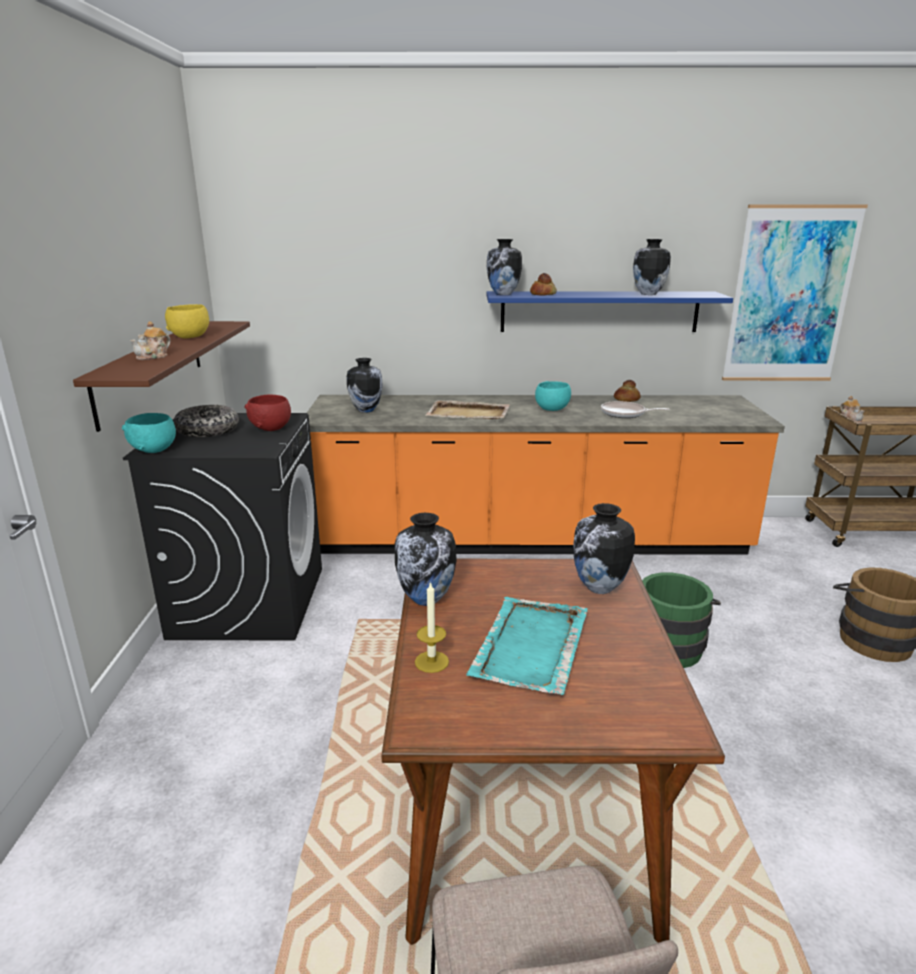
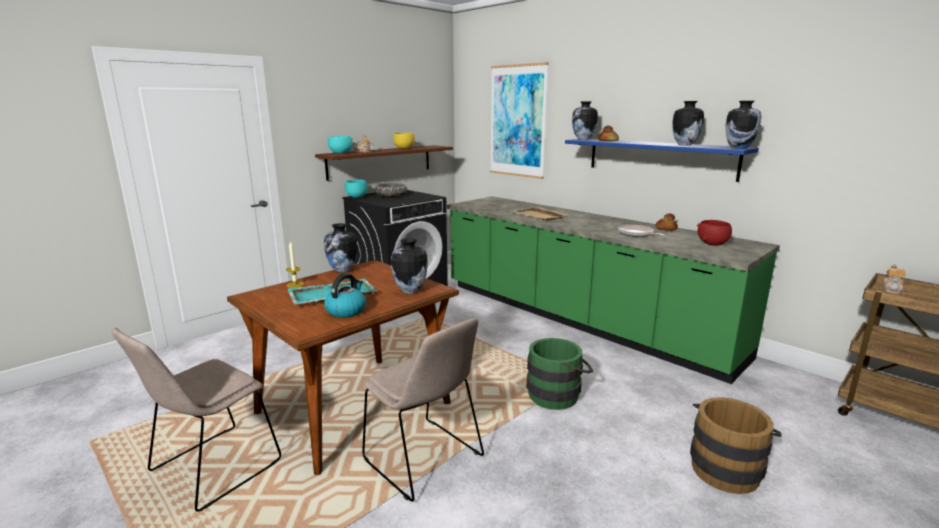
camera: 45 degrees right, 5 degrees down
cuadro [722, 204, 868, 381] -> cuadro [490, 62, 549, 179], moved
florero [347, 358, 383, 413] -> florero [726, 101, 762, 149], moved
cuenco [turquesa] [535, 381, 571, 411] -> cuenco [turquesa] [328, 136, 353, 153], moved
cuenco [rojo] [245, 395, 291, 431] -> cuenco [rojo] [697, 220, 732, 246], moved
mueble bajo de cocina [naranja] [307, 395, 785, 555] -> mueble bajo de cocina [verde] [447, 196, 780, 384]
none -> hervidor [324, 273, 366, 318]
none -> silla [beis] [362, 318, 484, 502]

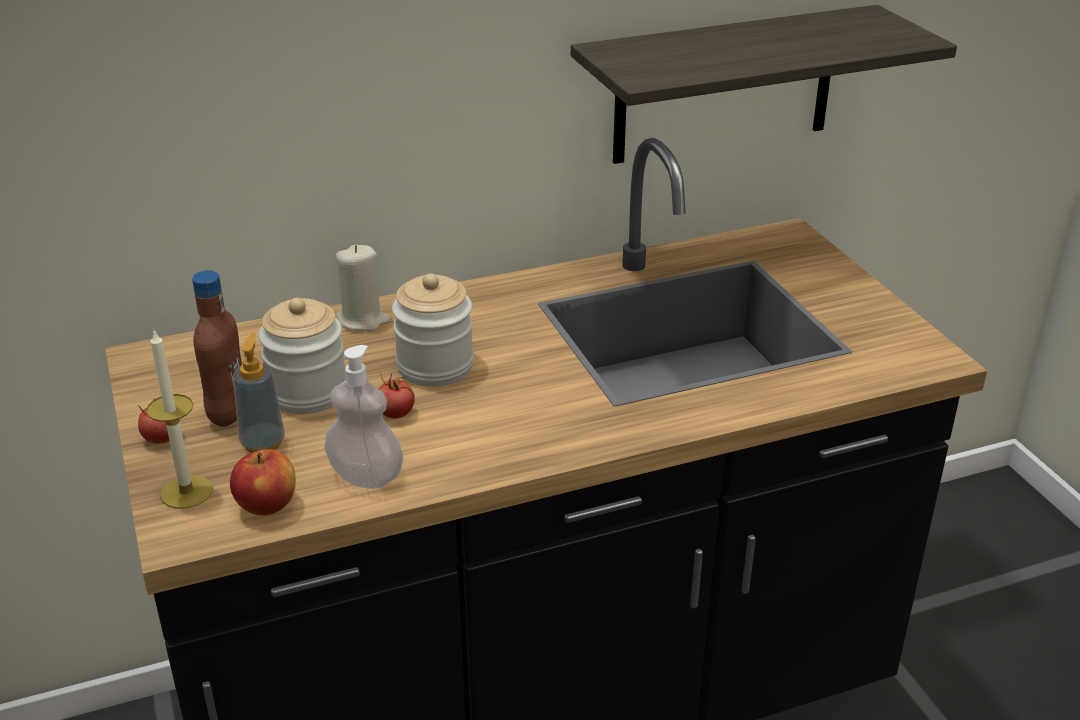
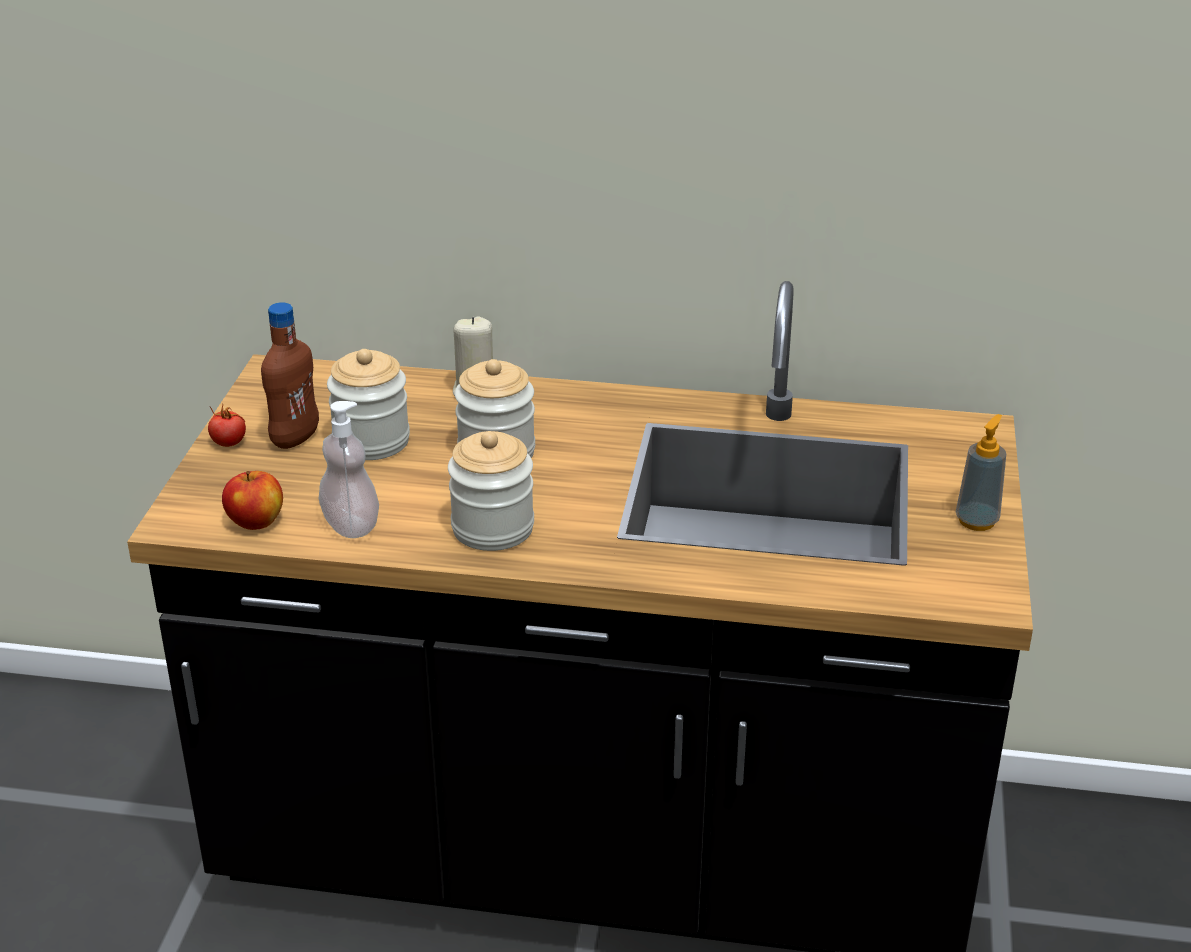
camera: 30 degrees right, 0 degrees up
estante [571, 5, 957, 164] -> none
vela [146, 329, 213, 509] -> none
dispensador de jabón [233, 333, 285, 453] -> dispensador de jabón [956, 414, 1006, 531], moved
tomate [378, 373, 415, 418] -> none
none -> tarro [448, 431, 534, 551]

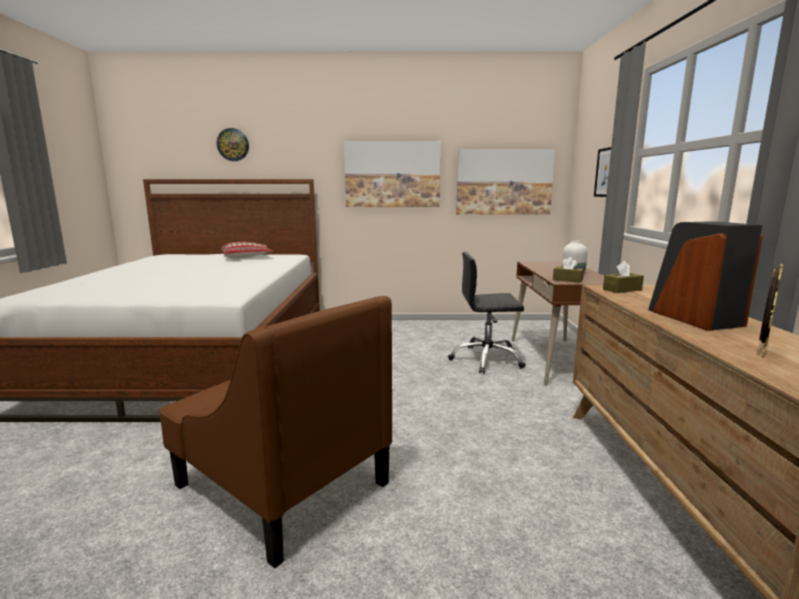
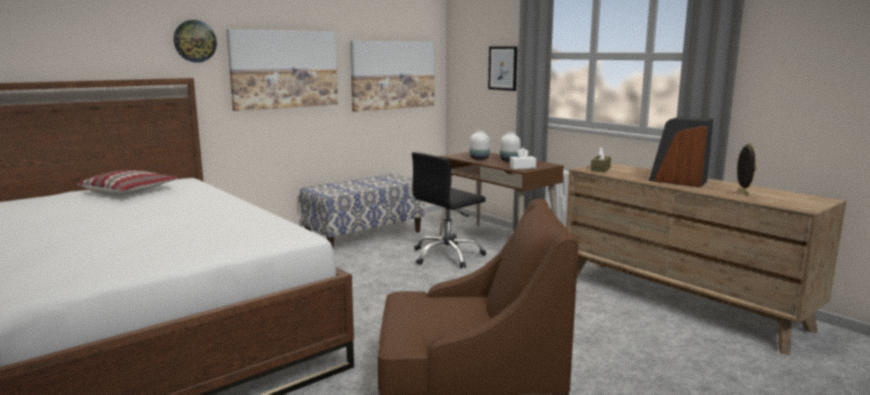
camera: 40 degrees left, 0 degrees up
reloj de pared [217, 128, 249, 161] -> reloj de pared [174, 20, 217, 62], moved
caja de pañuelos [marrón] [553, 257, 584, 283] -> caja de pañuelos [blanco] [510, 148, 536, 169]
none -> florero [blanco] [470, 130, 490, 160]
none -> banco [300, 174, 425, 250]

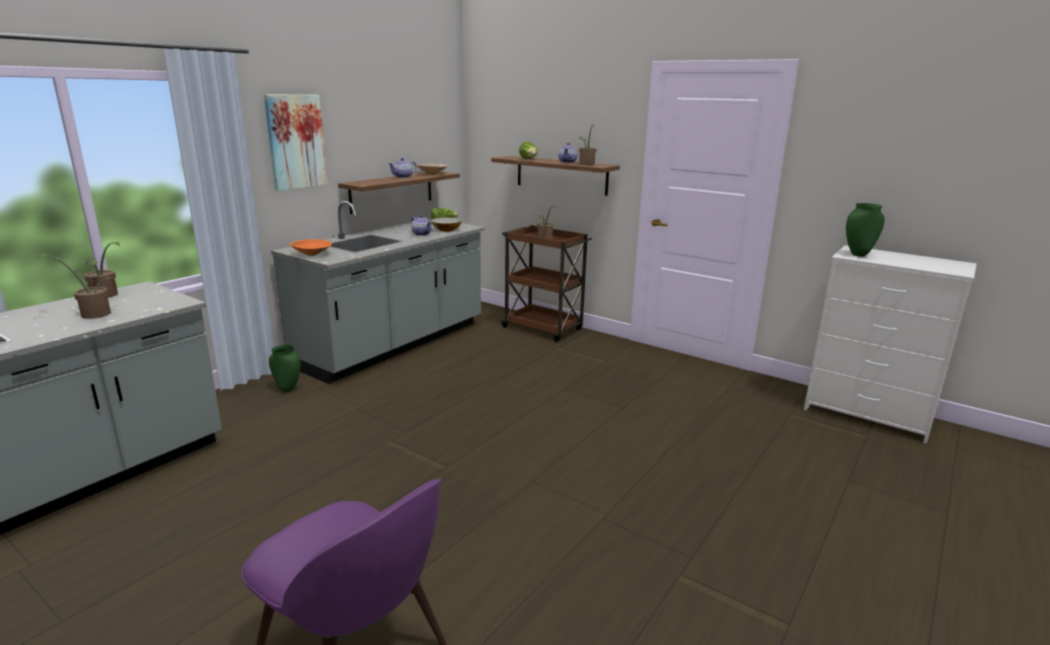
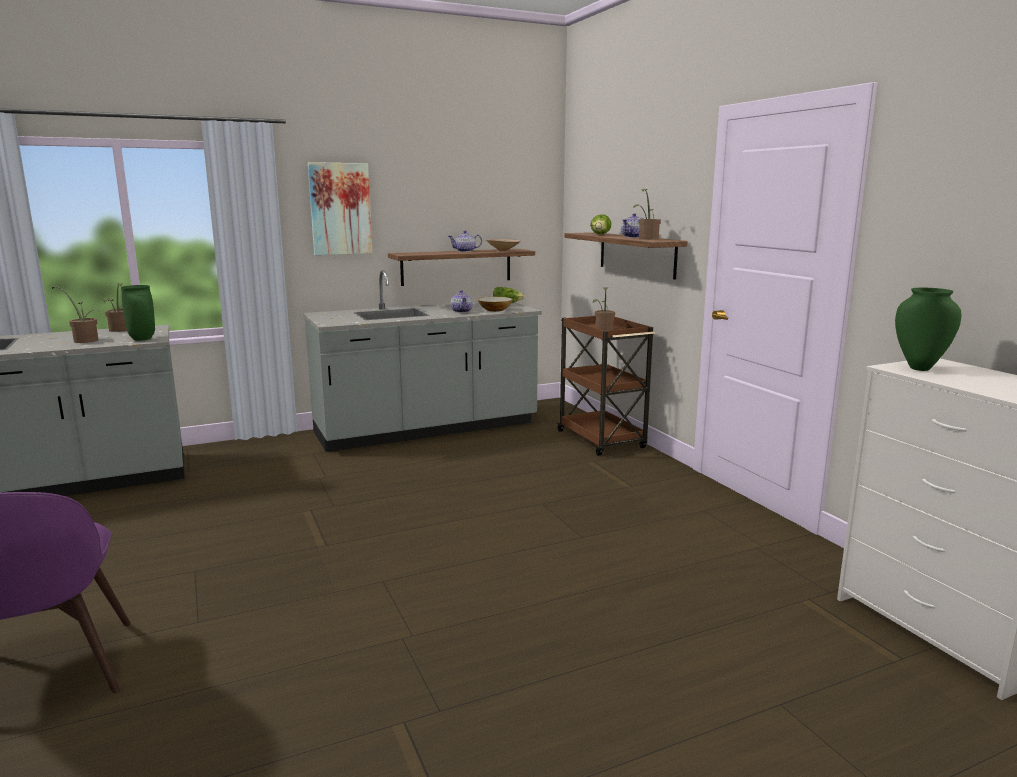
camera: 30 degrees right, 5 degrees down
cuenco [naranja] [290, 239, 332, 256] -> none
florero [verde] [269, 345, 301, 392] -> florero [verde] [121, 285, 155, 341], moved

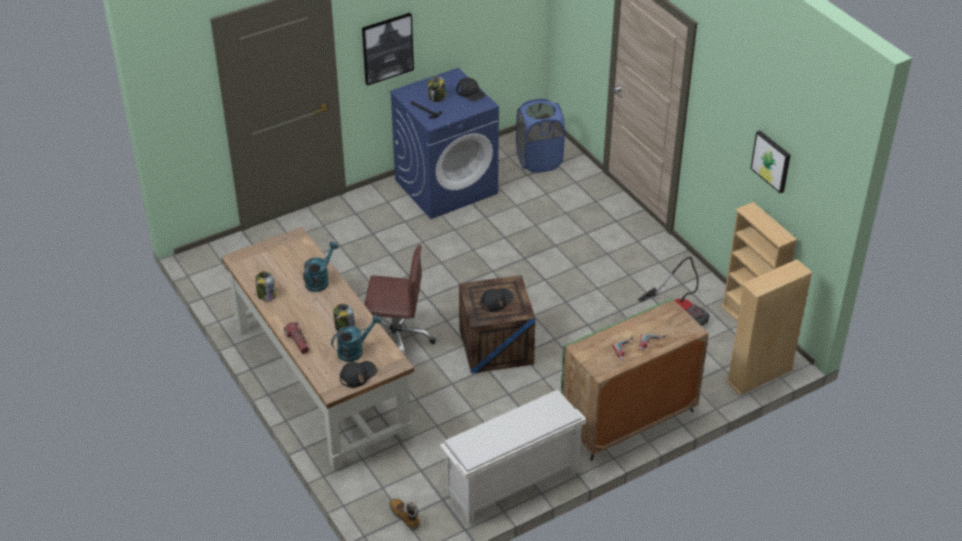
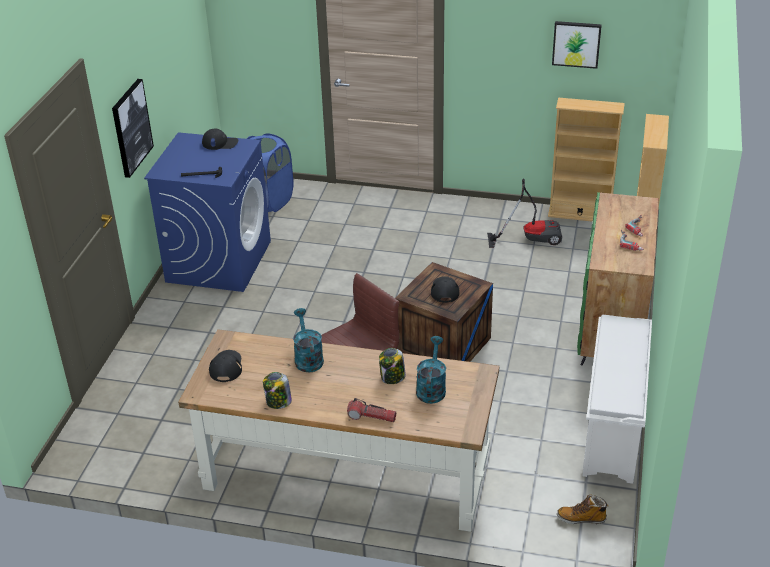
camera: 45 degrees left, 5 degrees down
tarro [428, 76, 446, 102] -> none
gorra [negro] [340, 361, 377, 388] -> gorra [negro] [209, 350, 242, 382], moved

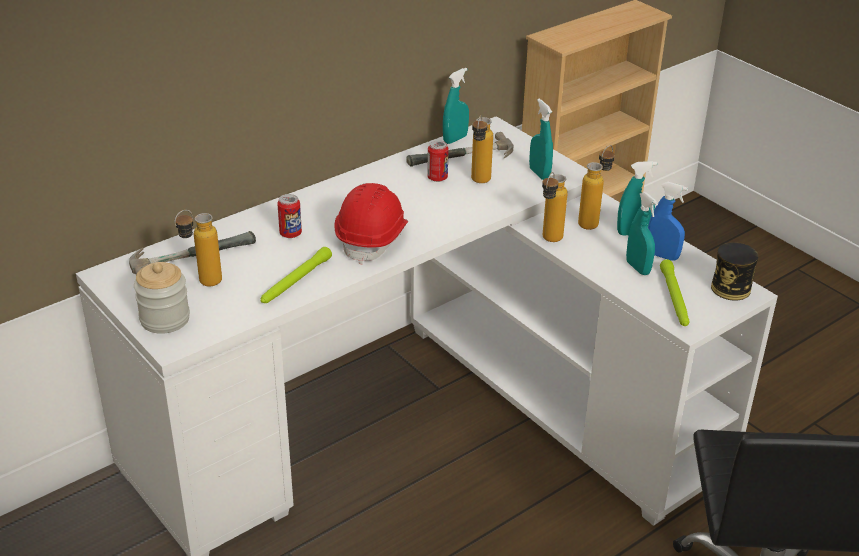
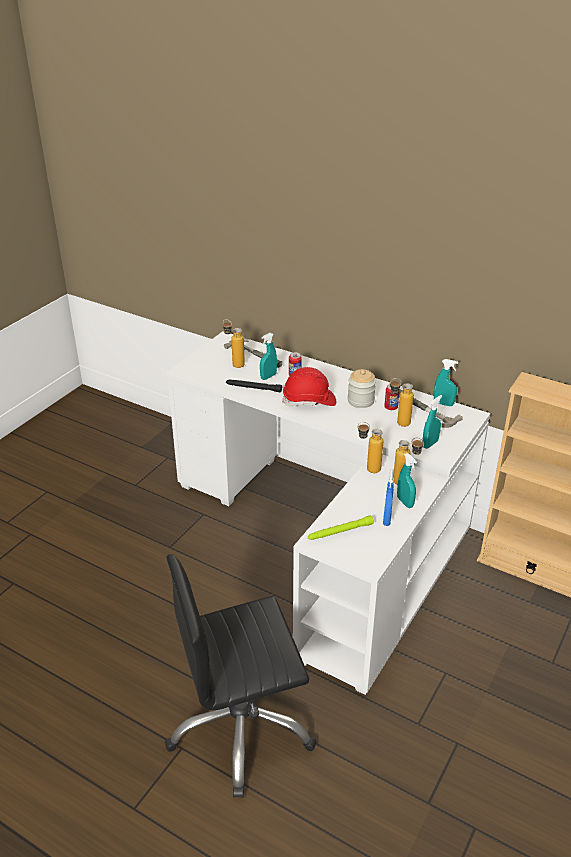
camera: 70 degrees right, 0 degrees up
pulverizador [turquesa] [626, 192, 658, 275] -> pulverizador [turquesa] [260, 333, 277, 380], moved
lata [711, 242, 758, 301] -> none
linterna [verde] [261, 247, 332, 303] -> linterna [negro] [226, 380, 282, 392]
tarro [134, 262, 190, 334] -> tarro [348, 369, 376, 408], moved

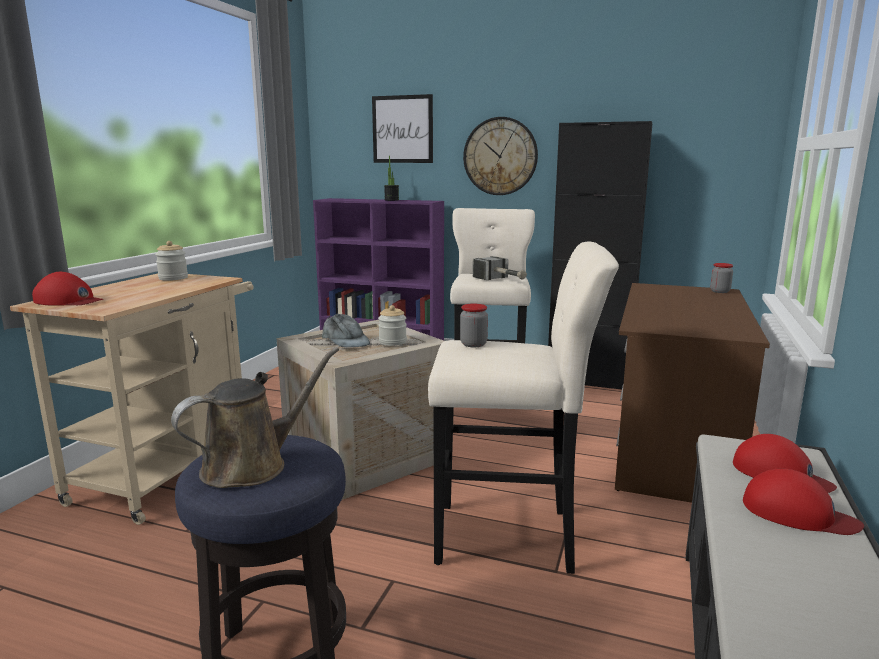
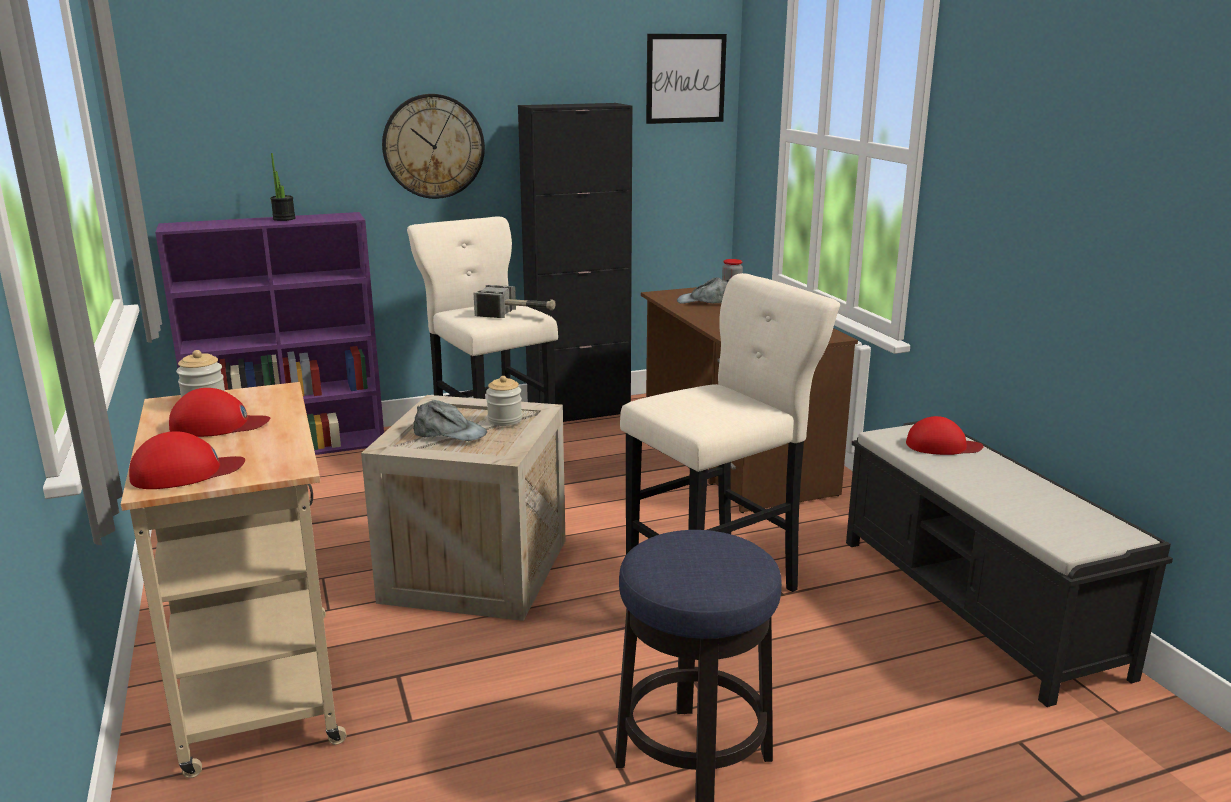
camera: 40 degrees left, 5 degrees up
cuadro [372, 94, 433, 163] -> cuadro [646, 34, 727, 124], moved
tarro [460, 304, 488, 347] -> none
regadera [marrón] [171, 347, 339, 488] -> none
gorra [rojo] [743, 468, 864, 535] -> gorra [rojo] [169, 388, 270, 437], moved
none -> gorra [gris] [677, 277, 729, 304]

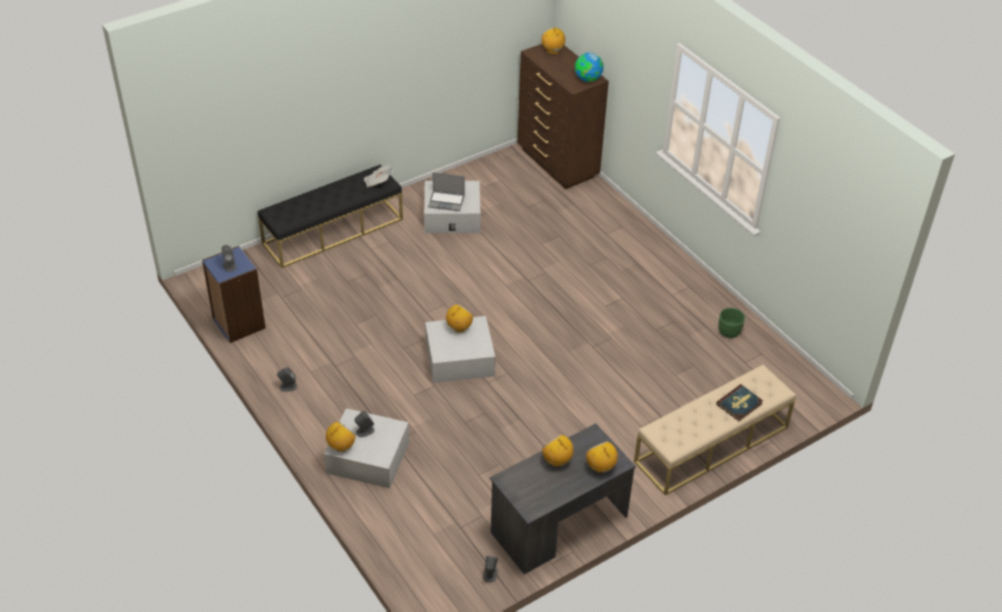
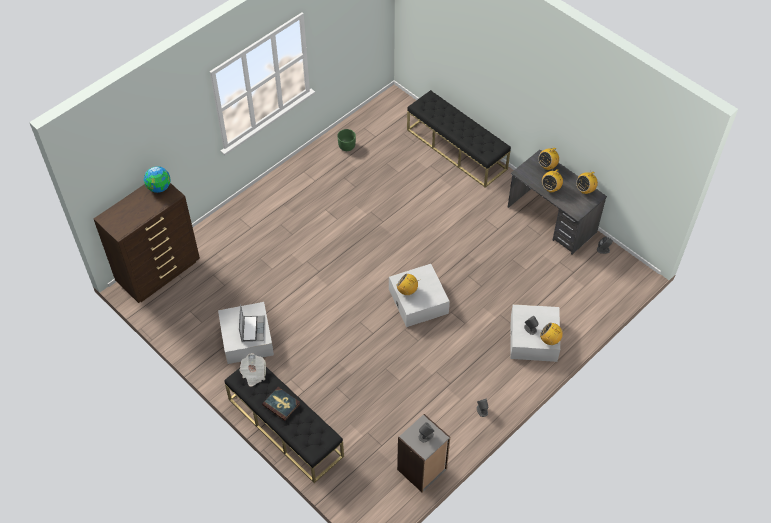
camera: 100 degrees left, 10 degrees up
radio [541, 27, 565, 54] -> radio [576, 172, 598, 194], moved
estantería [azul] [202, 246, 265, 343] -> estantería [gris] [397, 414, 450, 493]
banco [beis] [634, 364, 796, 496] -> banco [negro] [407, 90, 511, 188]
libro [716, 384, 763, 421] -> libro [262, 387, 300, 421], moved

